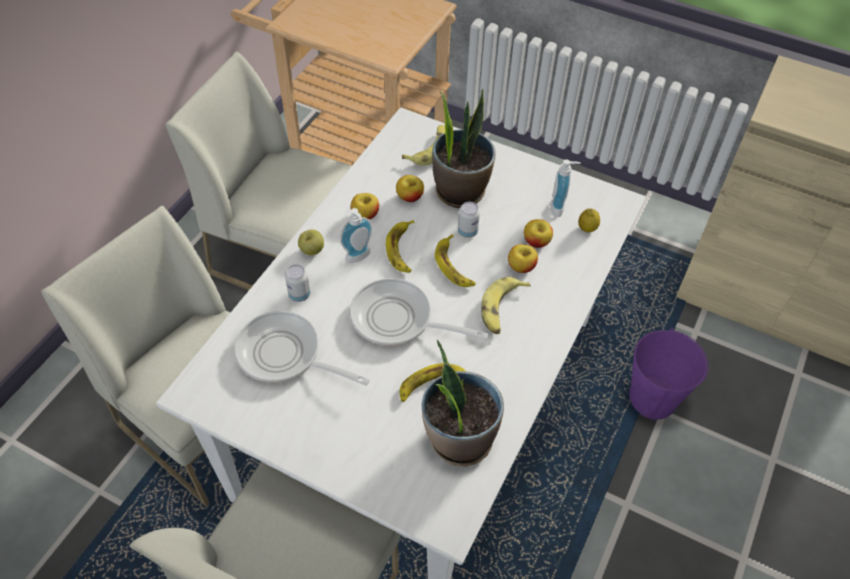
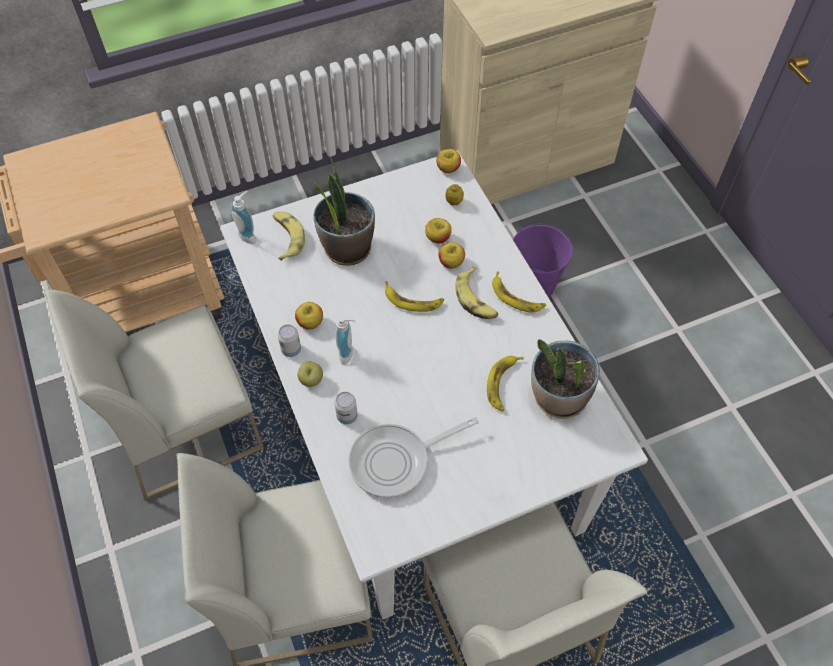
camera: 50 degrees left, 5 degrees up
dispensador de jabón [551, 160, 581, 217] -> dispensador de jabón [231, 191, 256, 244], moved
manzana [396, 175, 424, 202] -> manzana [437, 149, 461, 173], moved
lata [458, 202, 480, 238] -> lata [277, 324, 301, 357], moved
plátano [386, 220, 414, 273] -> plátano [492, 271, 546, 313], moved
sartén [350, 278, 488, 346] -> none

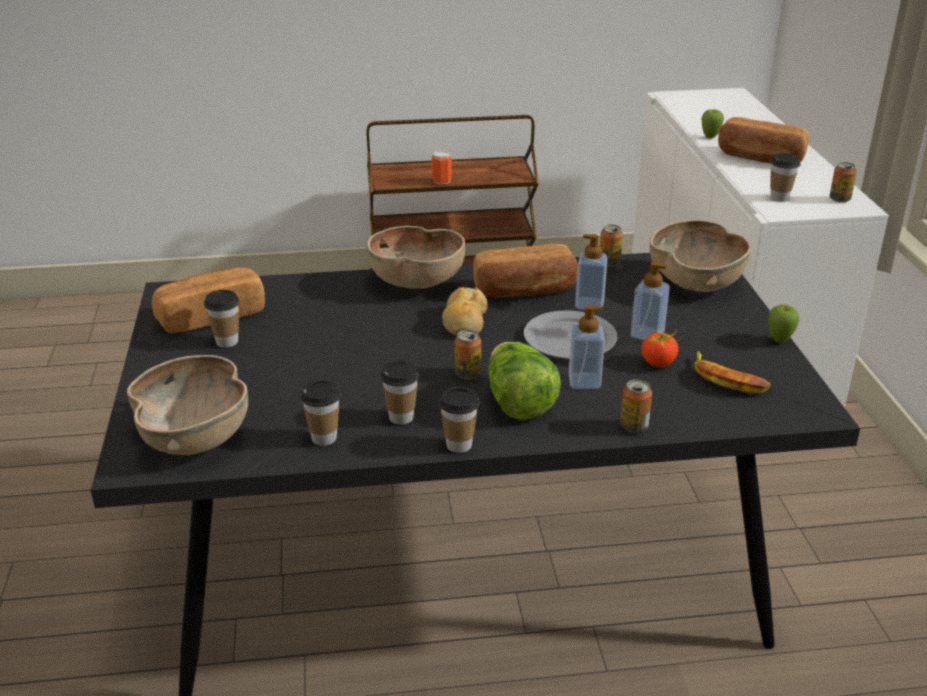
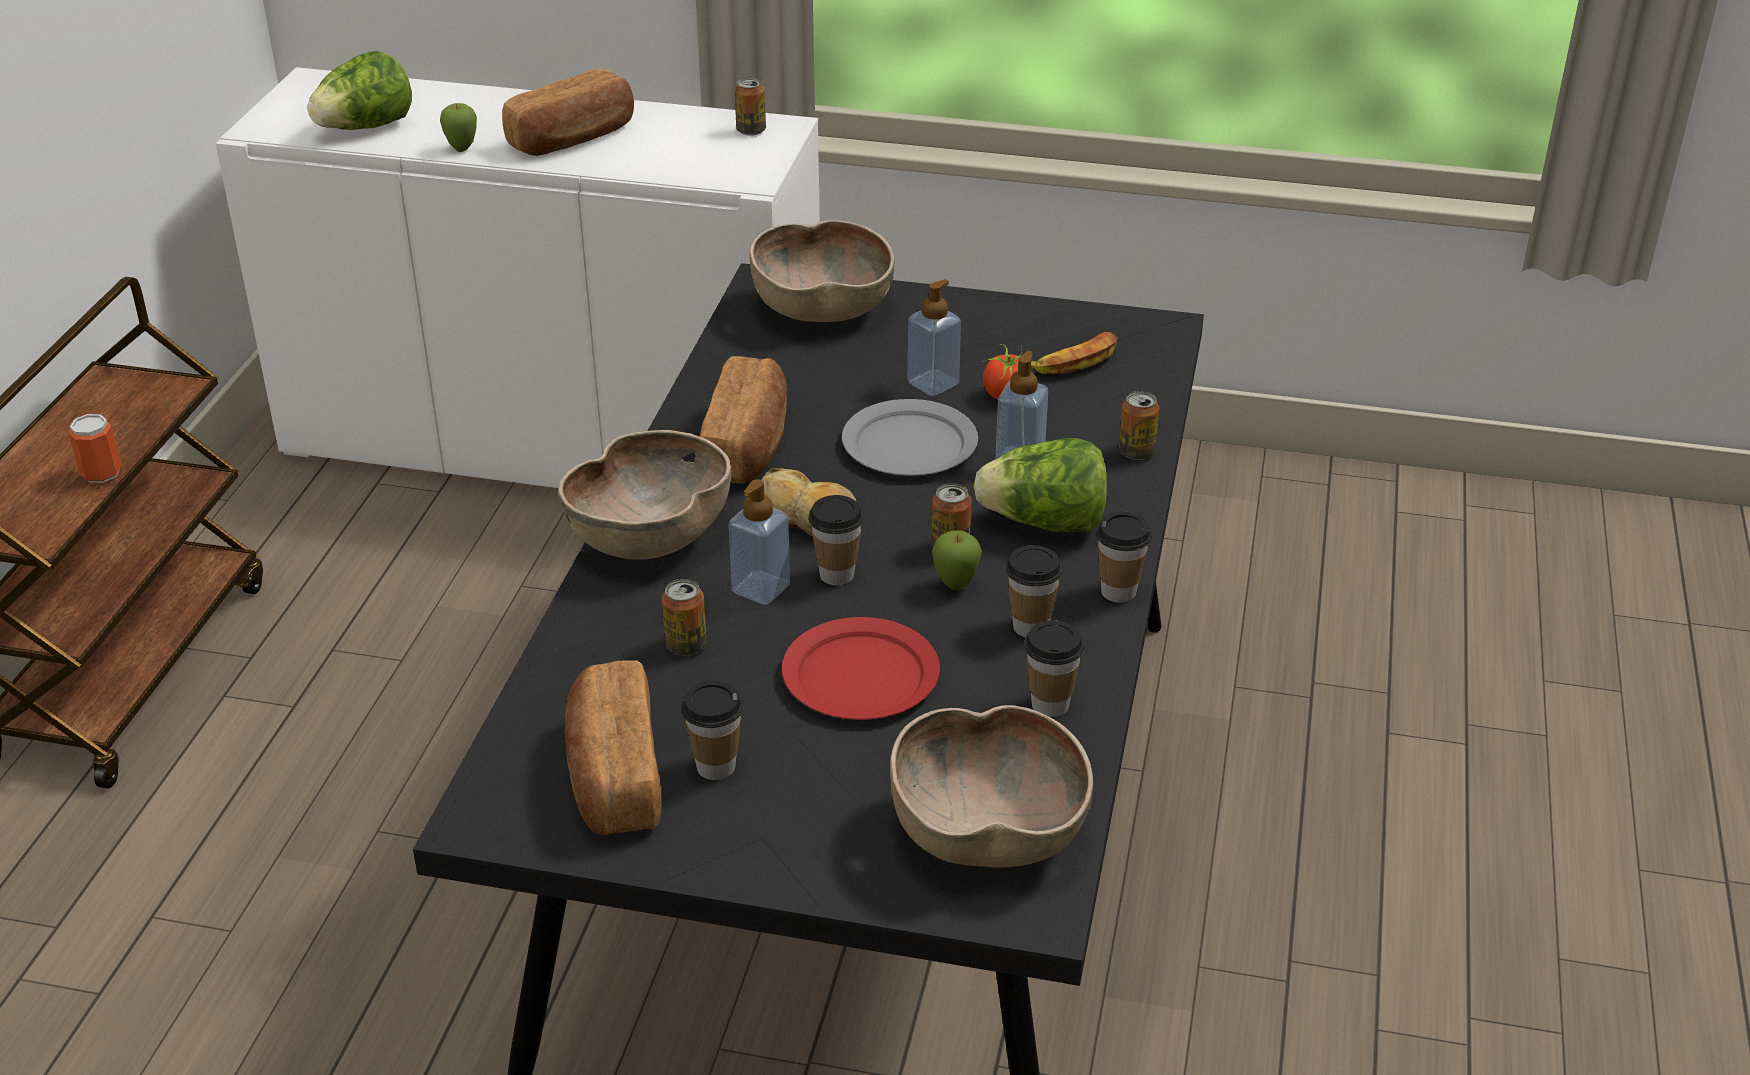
camera: 70 degrees left, 5 degrees up
taza [770, 153, 801, 202] -> taza [808, 495, 864, 585], moved
lata [600, 225, 623, 267] -> lata [662, 579, 707, 655], moved
dispensador de jabón [575, 234, 608, 310] -> dispensador de jabón [728, 479, 790, 605], moved
manzana [768, 304, 799, 343] -> manzana [932, 530, 982, 590], moved
none -> lechuga [307, 51, 412, 130]
none -> plato [rojo] [782, 617, 940, 720]

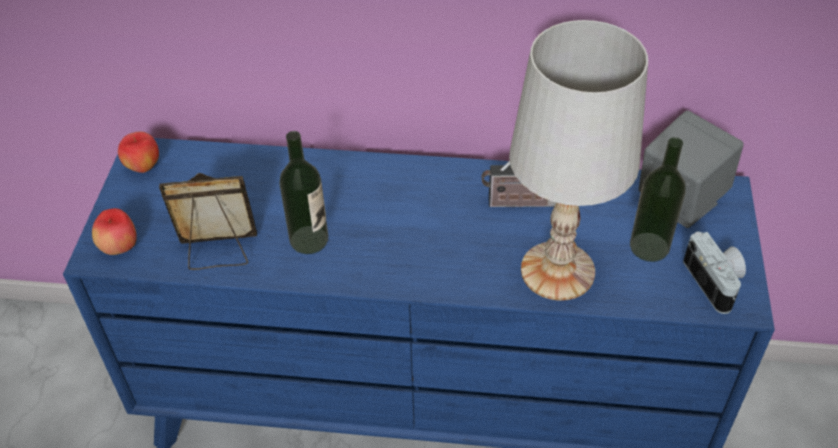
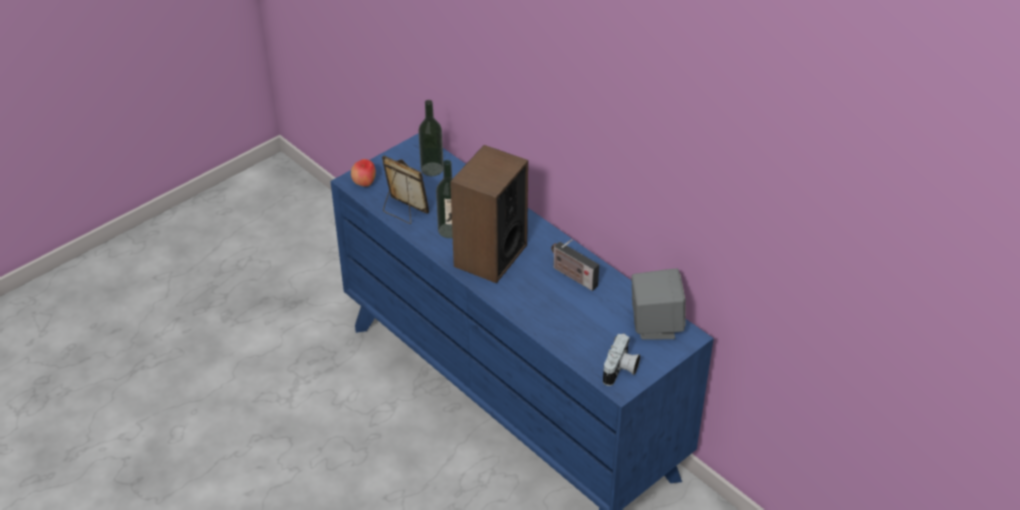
camera: 40 degrees right, 5 degrees down
lámpara de mesa [blanco] [509, 20, 648, 301] -> none
manzana [118, 132, 159, 173] -> none
botella [630, 137, 686, 262] -> botella [418, 100, 443, 176], moved
none -> altavoz [450, 145, 528, 283]

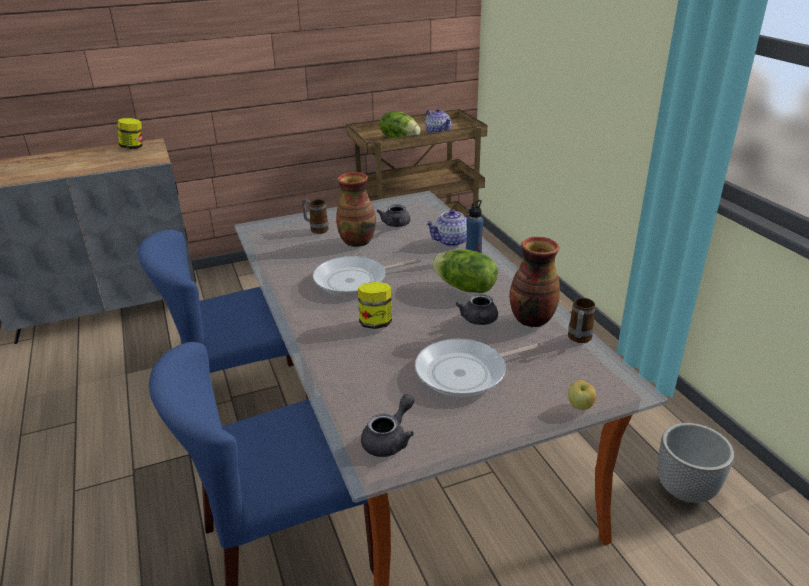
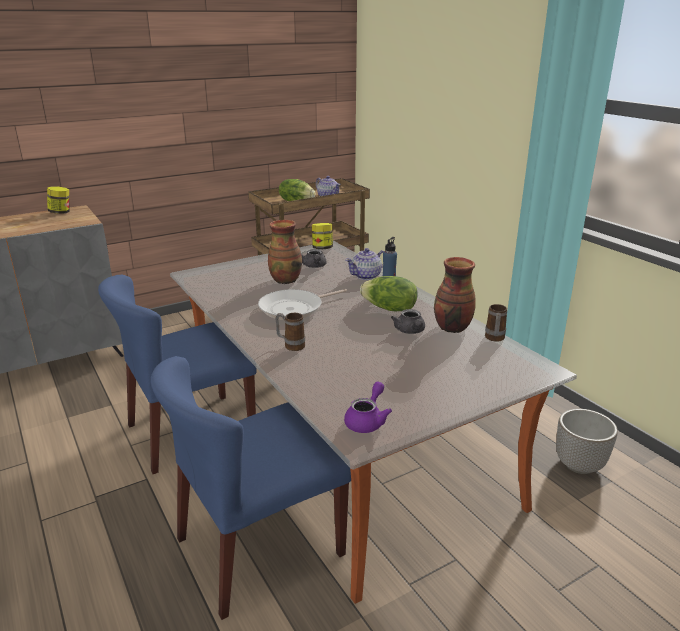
camera: 10 degrees left, 5 degrees down
taza grande [302, 199, 329, 234] -> taza grande [275, 313, 305, 351], moved
tarro [358, 282, 392, 329] -> tarro [312, 223, 333, 249], moved
sartén [415, 339, 544, 397] -> none
manzana [568, 380, 596, 410] -> none
tetera [gris] [361, 394, 414, 457] -> tetera [morado] [344, 381, 392, 433]

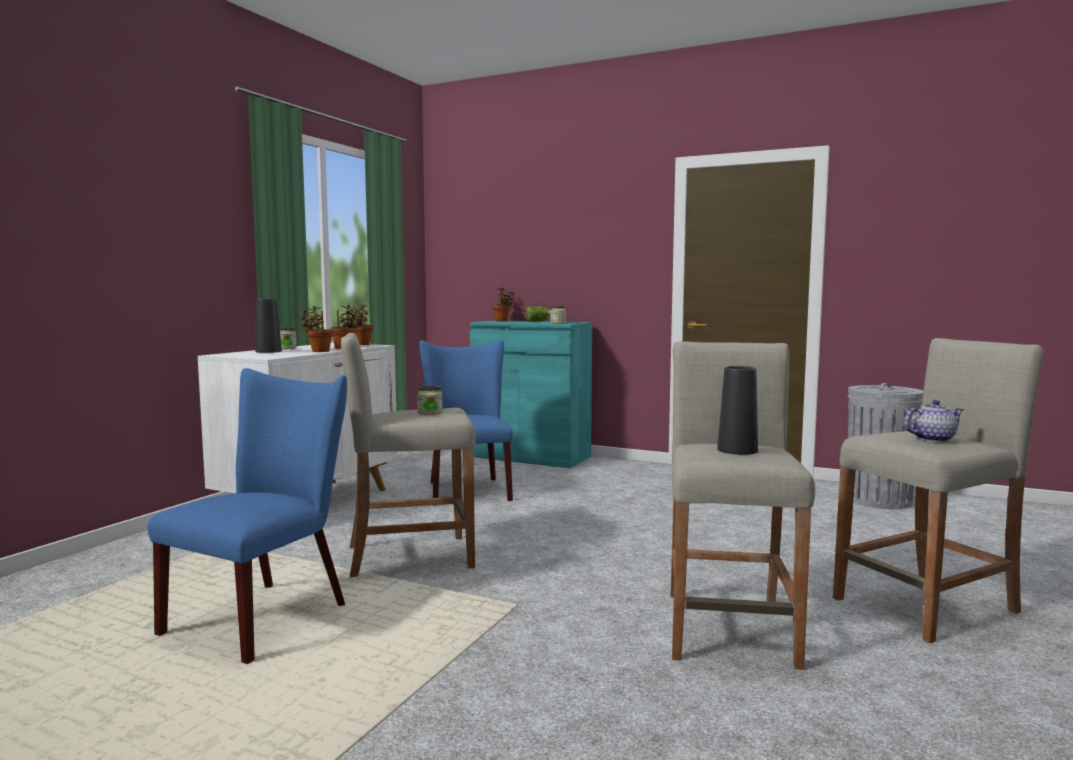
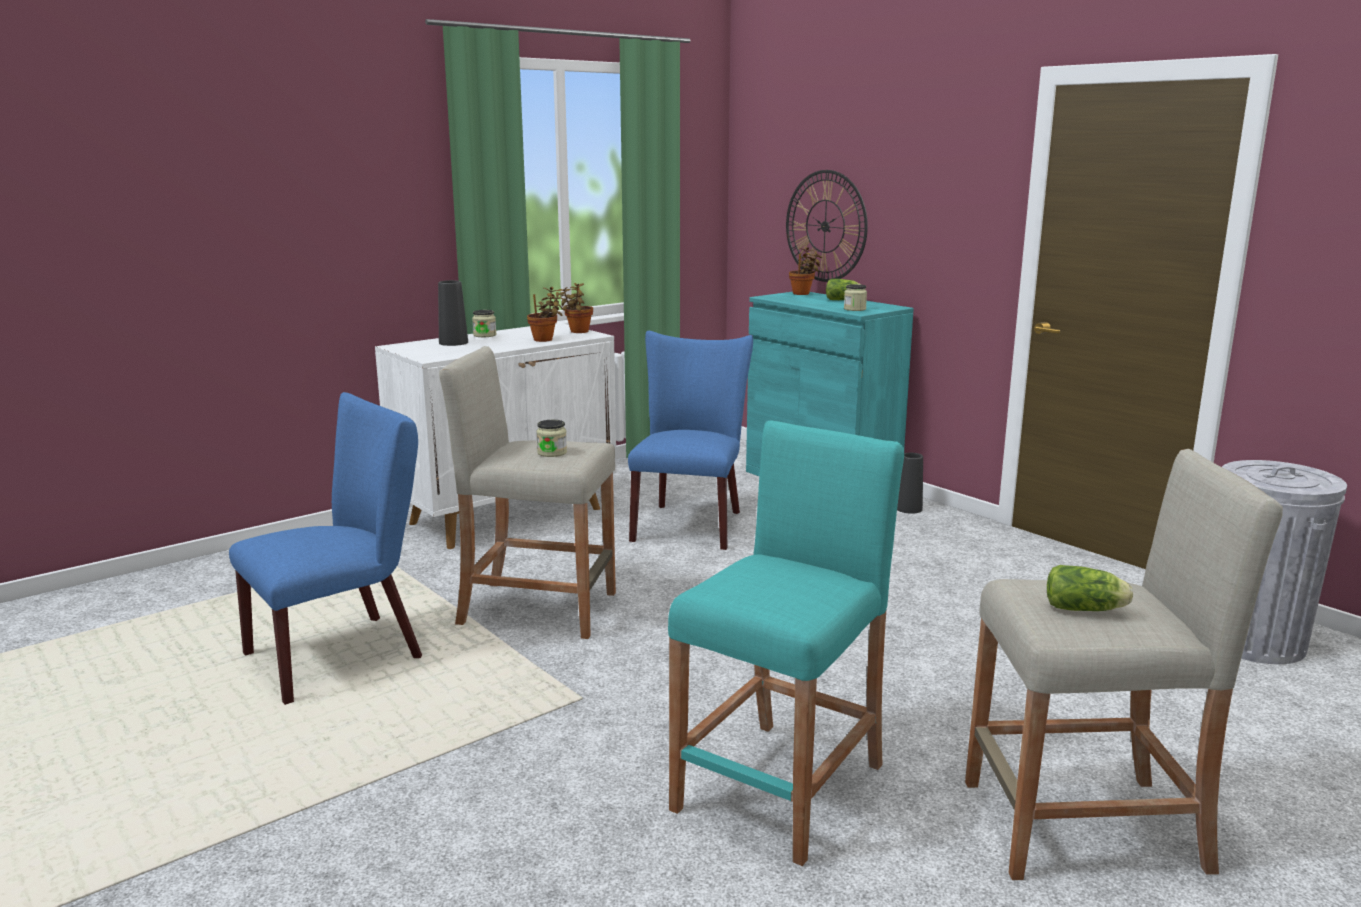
camera: 25 degrees right, 10 degrees up
planta en maceta [298, 306, 333, 352] -> none
taburete [beis] [671, 341, 815, 670] -> taburete [turquesa] [668, 420, 904, 866]
florero [negro] [717, 366, 758, 455] -> florero [negro] [897, 453, 923, 514], moved
tetera [904, 400, 964, 442] -> lechuga [1047, 565, 1133, 611]
none -> reloj de pared [786, 170, 868, 282]

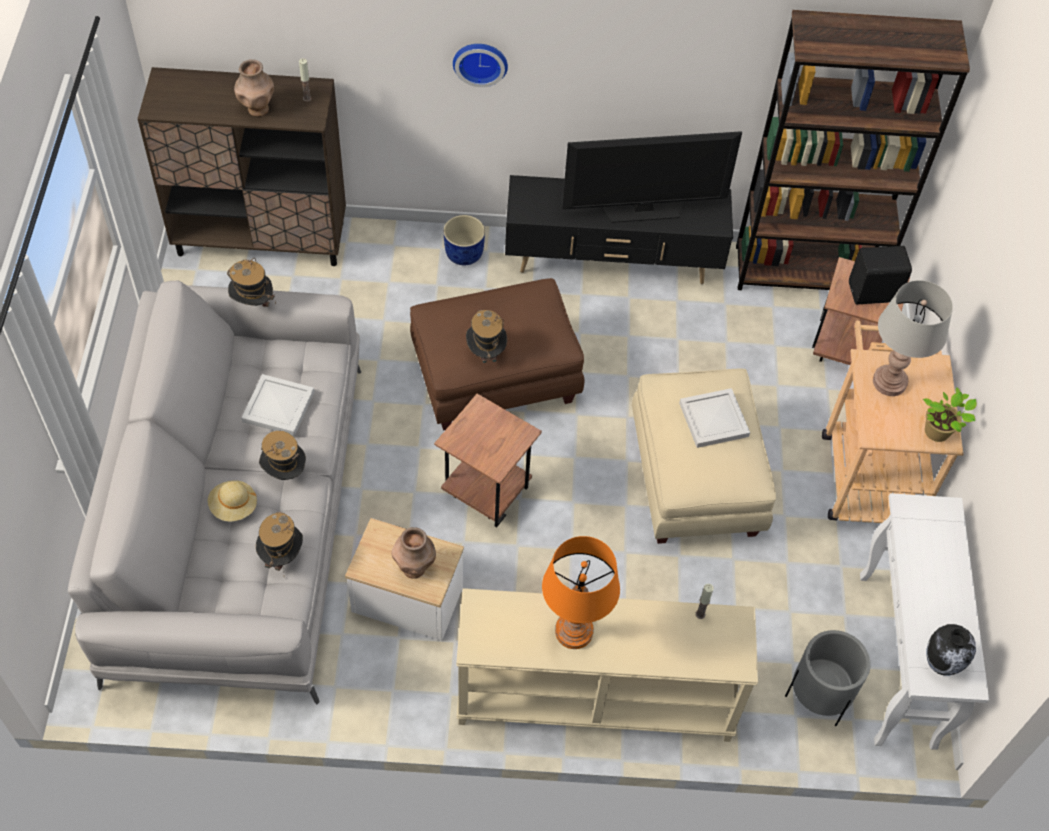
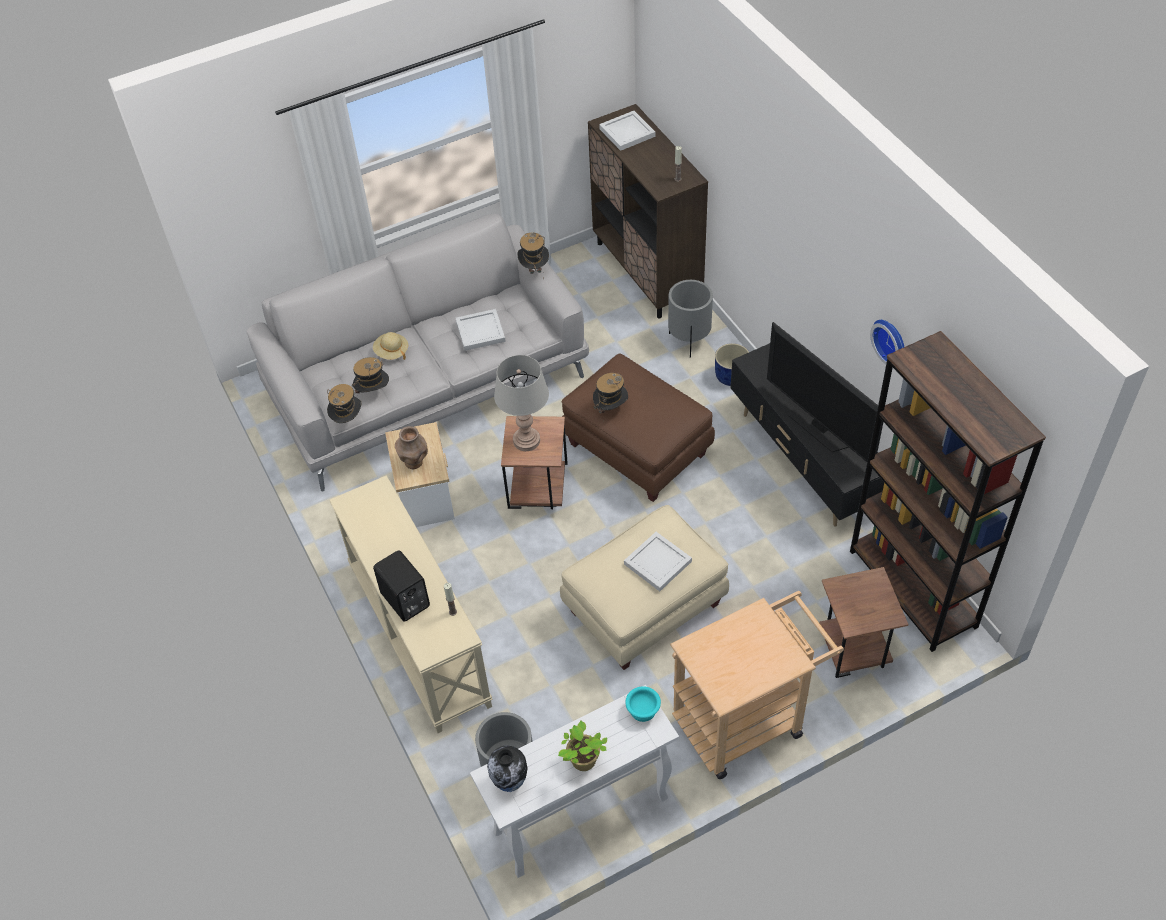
camera: 65 degrees right, 5 degrees down
reloj de pared [453, 44, 508, 87] -> reloj de pared [870, 320, 904, 364], moved
florero [marrón] [234, 59, 274, 116] -> none
altavoz [negro] [849, 246, 912, 304] -> altavoz [negro] [373, 550, 430, 621], moved
lámpara de mesa [gris] [873, 280, 953, 396] -> lámpara de mesa [gris] [494, 355, 549, 451], moved
planta en maceta [923, 387, 977, 442] -> planta en maceta [558, 721, 607, 771], moved
sombrero [259, 431, 306, 480] -> sombrero [327, 384, 361, 423], moved
lámpara de mesa [naranja] [542, 536, 620, 649] -> none
none -> bandeja [blanco] [599, 111, 655, 151]
none -> maceta [gris] [668, 280, 713, 357]
none -> cuenco [turquesa] [625, 686, 661, 722]

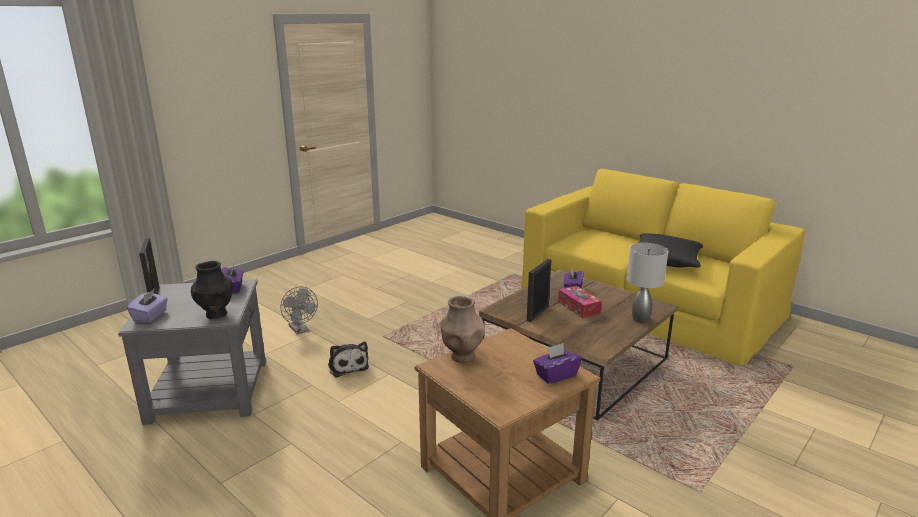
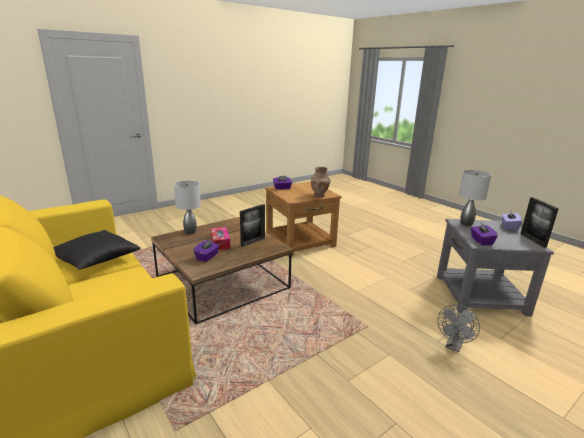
camera: 170 degrees left, 0 degrees up
florero [negro] [191, 261, 233, 319] -> lámpara de mesa [gris] [459, 170, 492, 226]
ventilador [gris] [280, 286, 318, 335] -> ventilador [gris] [437, 305, 480, 352], 120 degrees counterclockwise
peluche [328, 342, 369, 378] -> none

